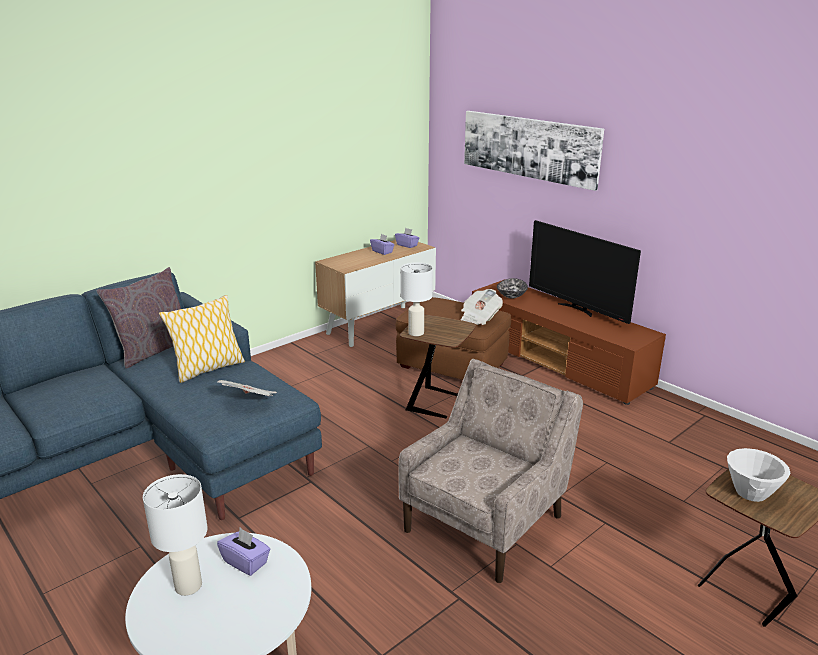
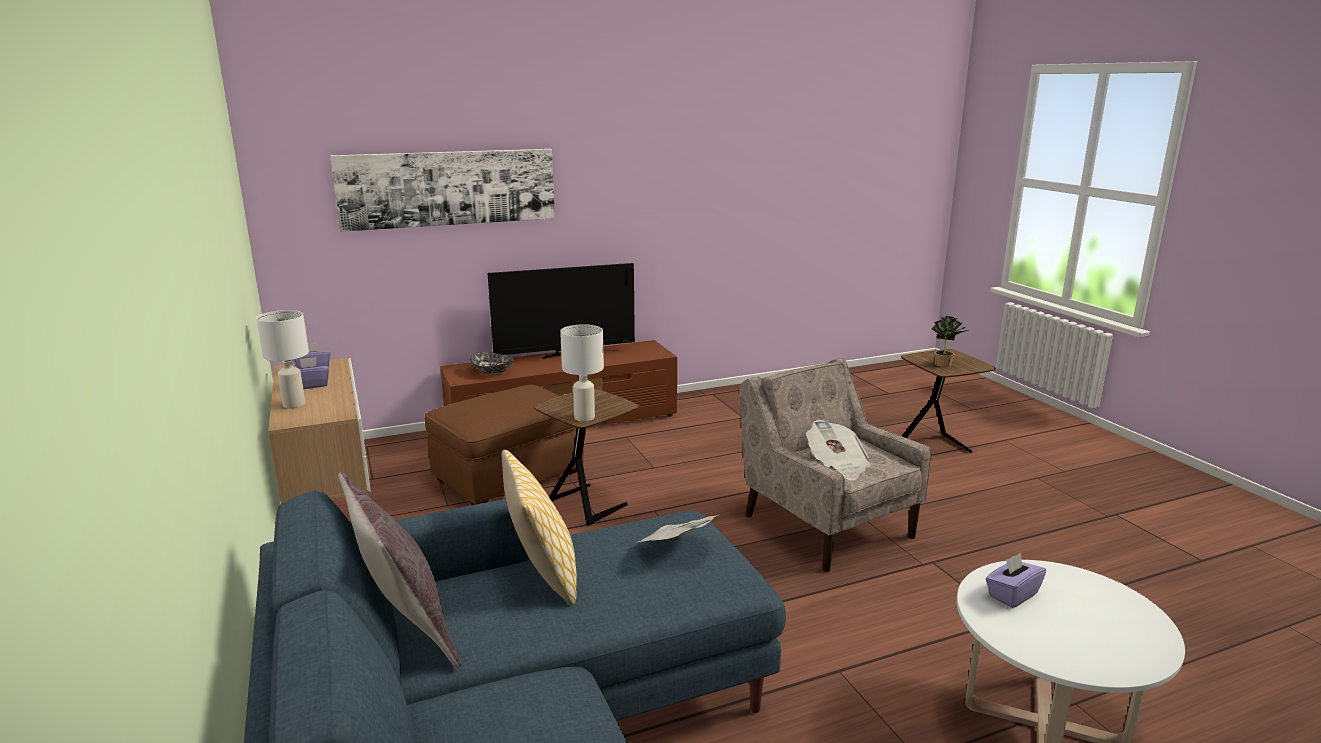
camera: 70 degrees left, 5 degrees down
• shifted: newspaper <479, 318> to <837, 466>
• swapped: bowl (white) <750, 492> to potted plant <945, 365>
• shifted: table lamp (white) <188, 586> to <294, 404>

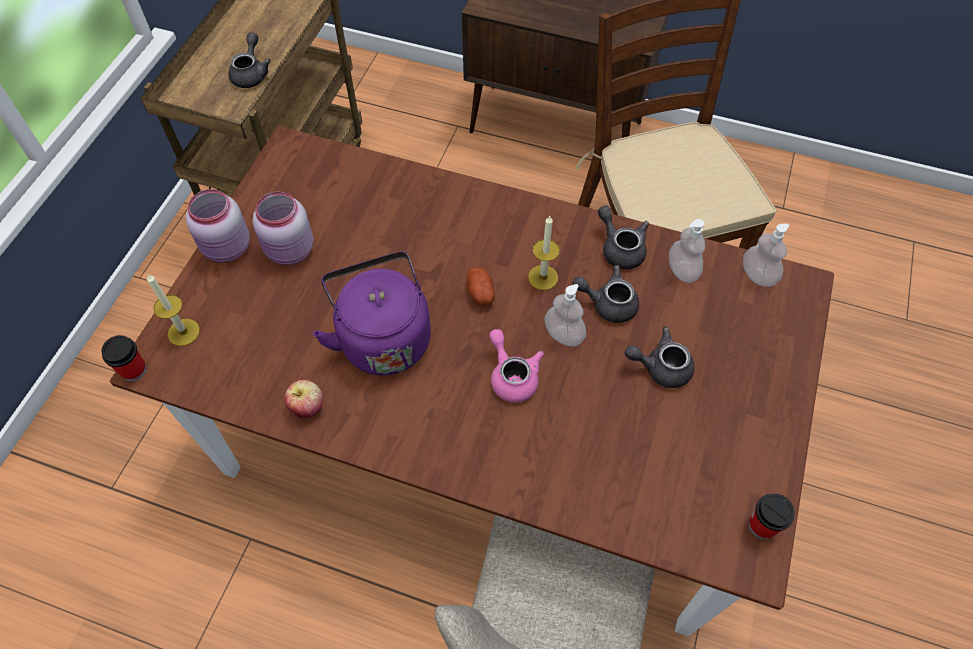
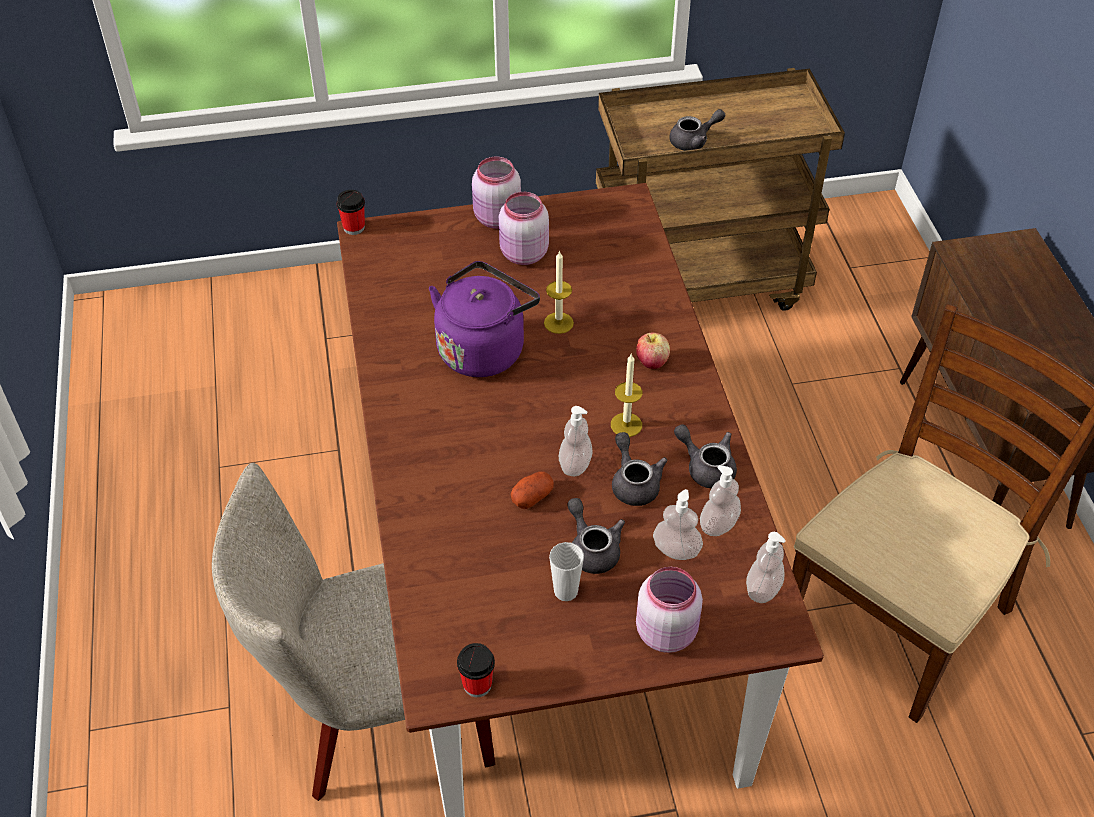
camera: 60 degrees right, 10 degrees down
• rotated: teapot (grey) <620, 248> = <706, 467> 75 degrees counterclockwise
• shifted: potato <480, 292> to <532, 497>
• shifted: candle <183, 332> to <558, 323>
• gone: teapot (pink) <512, 376>
• shifted: apple <307, 407> to <652, 362>
• new: soap dispenser <676, 550>
• new: cup <566, 591>
• new: jar (pink) <666, 631>

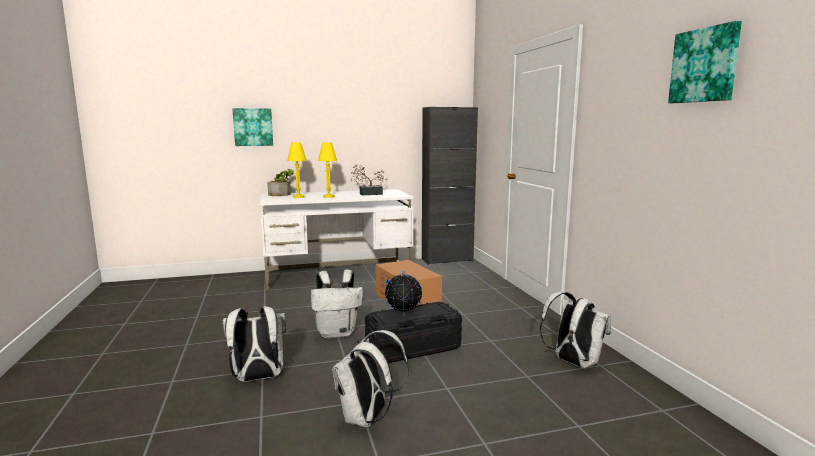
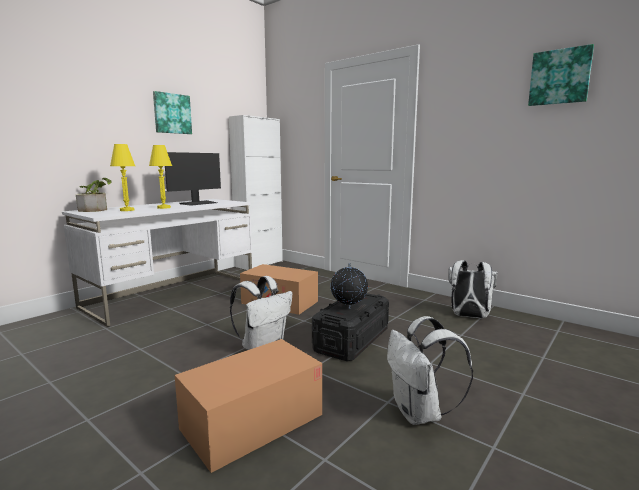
camera: 35 degrees left, 0 degrees up
• repainted: cabinet (black) <447, 260> to cabinet (white) <259, 264>
• shifted: picture <253, 127> to <172, 113>
• swapped: potted plant <368, 194> to monitor <198, 203>
• swapped: backpack (white) <257, 378> to cardboard box <252, 421>

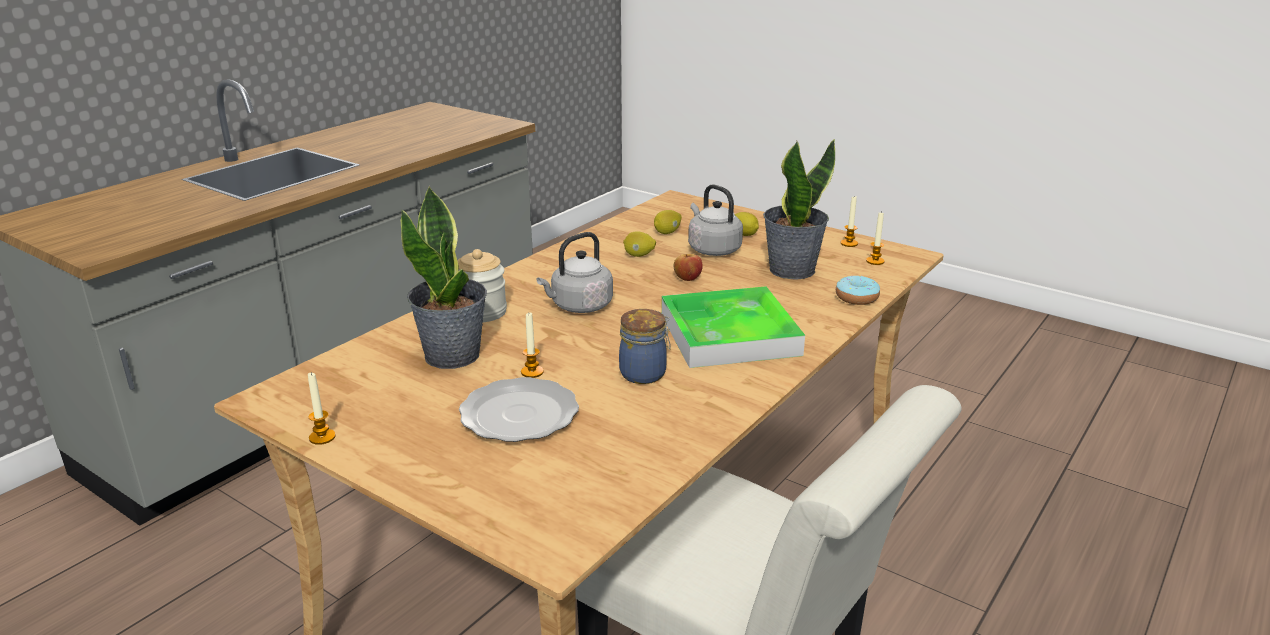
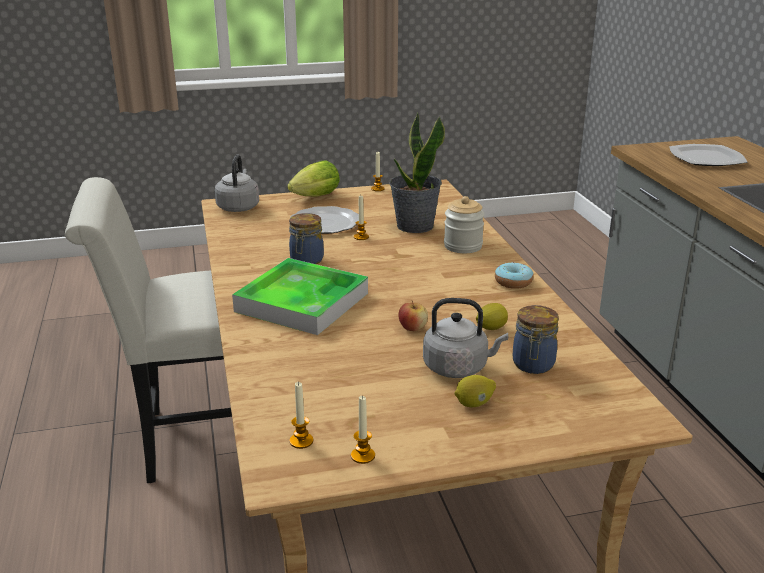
camera: 130 degrees right, 0 degrees up
• gone: potted plant <791, 270>
• swapped: lemon <667, 232> to jar <533, 365>
• shifted: kettle (grey) <579, 306> to <238, 207>
• shifted: donut <856, 298> to <513, 282>
• new: plate <706, 158>
• new: lettuce <313, 197>

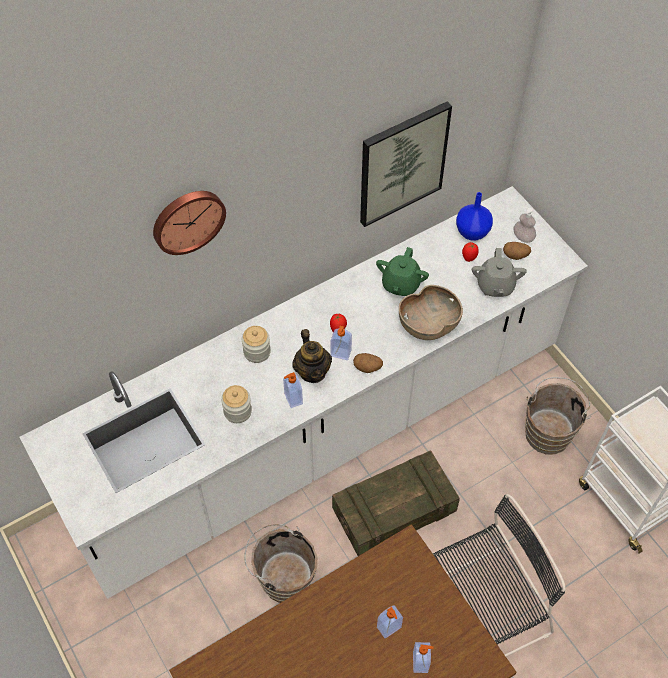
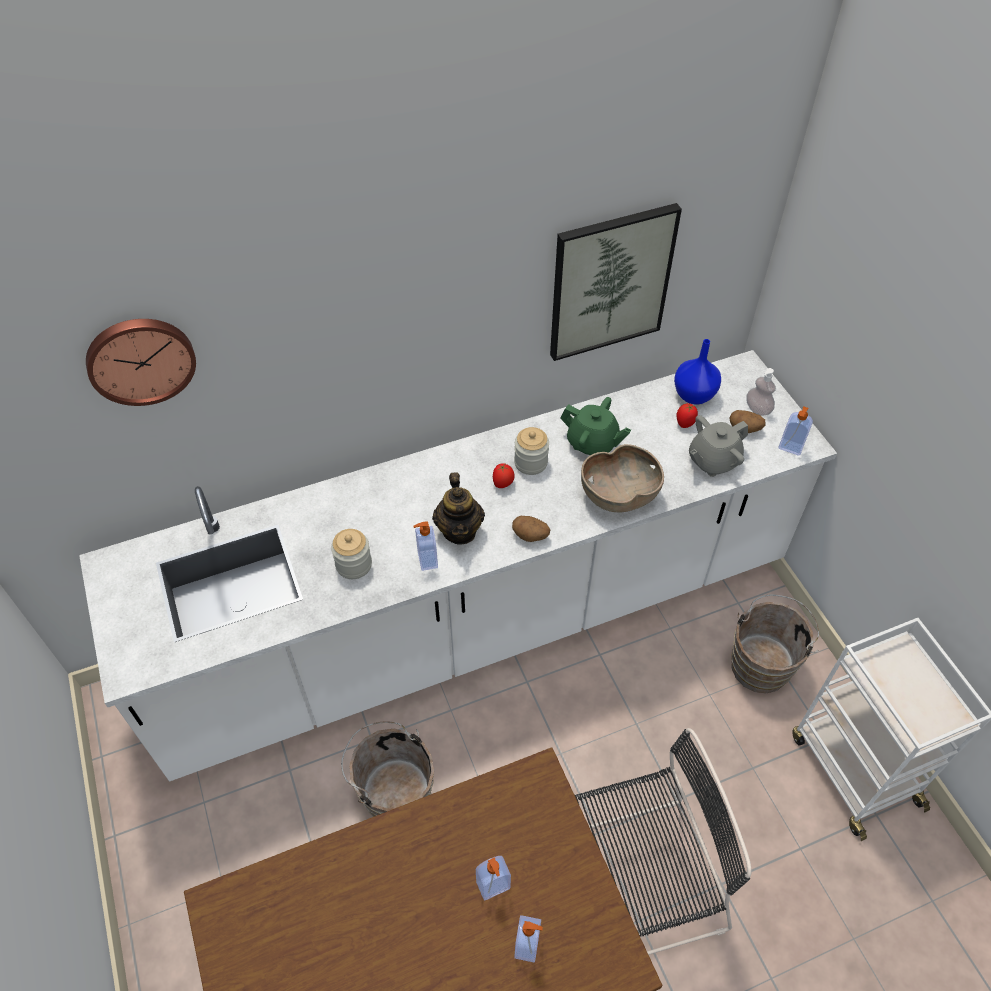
camera: 10 degrees right, 5 degrees down
• shifted: wall clock <187, 220> to <140, 359>
• rotated: teapot (green) <400, 284> = <592, 443> 90 degrees counterclockwise
• rotated: teapot (grey) <495, 286> = <712, 461> 45 degrees clockwise
• shifted: jar <257, 352> to <531, 462>
• shifted: soap dispenser <340, 354> to <790, 447>
• gone: crate <394, 512>

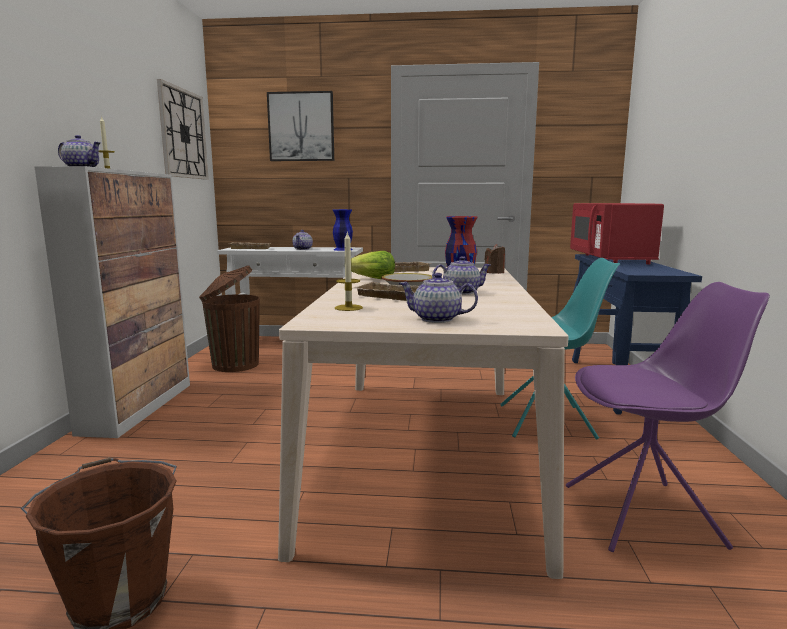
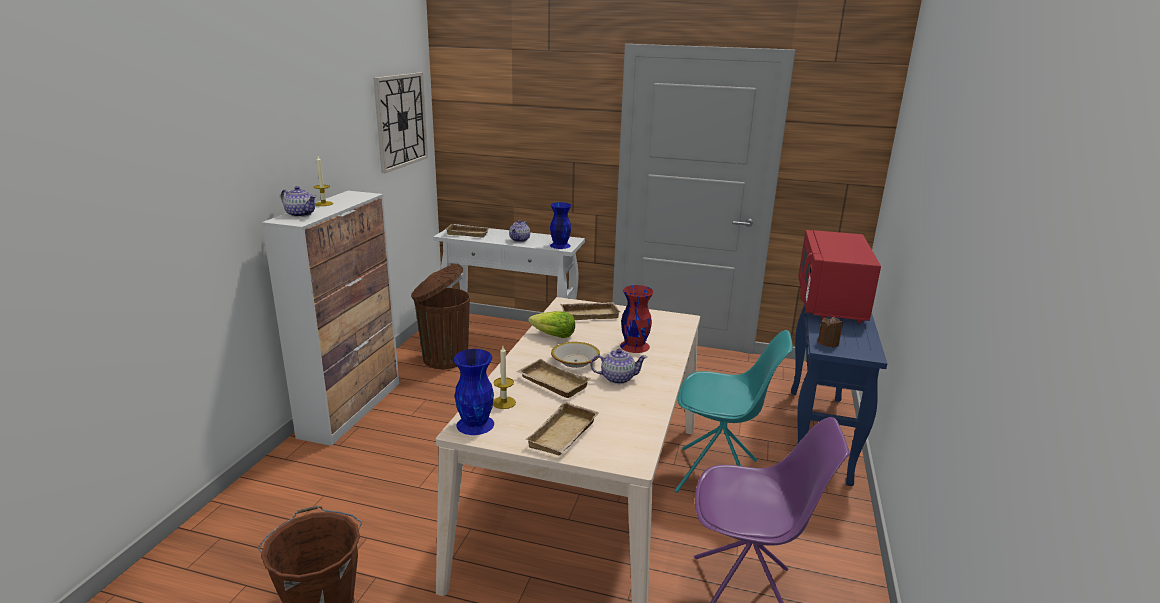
camera: 10 degrees right, 10 degrees up
• gone: picture <301, 127>
• shifted: candle (brown) <494, 272> to <828, 343>
• swapped: teapot <437, 319> to tray (beige) <564, 435>
• new: vase (blue) <476, 424>

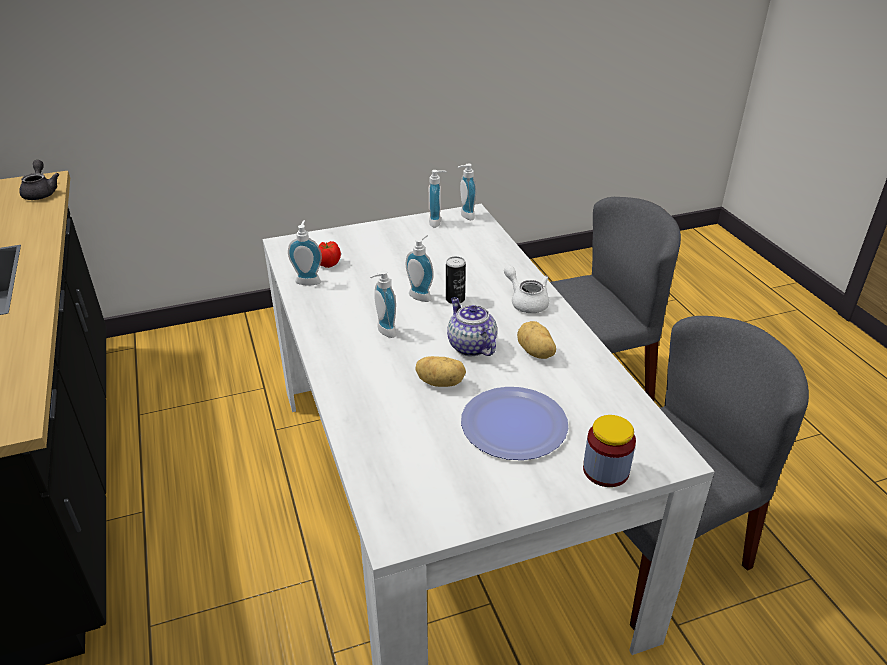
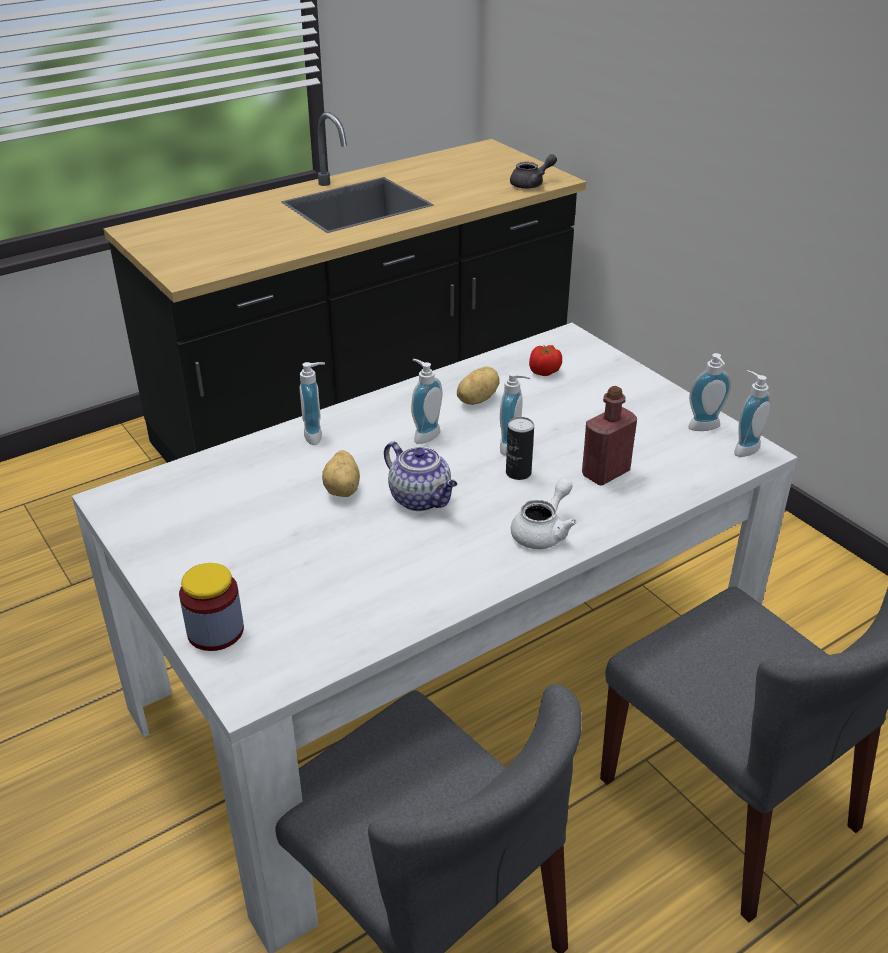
camera: 75 degrees right, 0 degrees up
• shifted: soap dispenser <308, 280> to <317, 435>
• rotated: teapot <470, 346> = <421, 499> 90 degrees clockwise
• shifted: potato <535, 353> to <476, 399>
• gone: plate <513, 424>
• new: bottle (red) <605, 473>

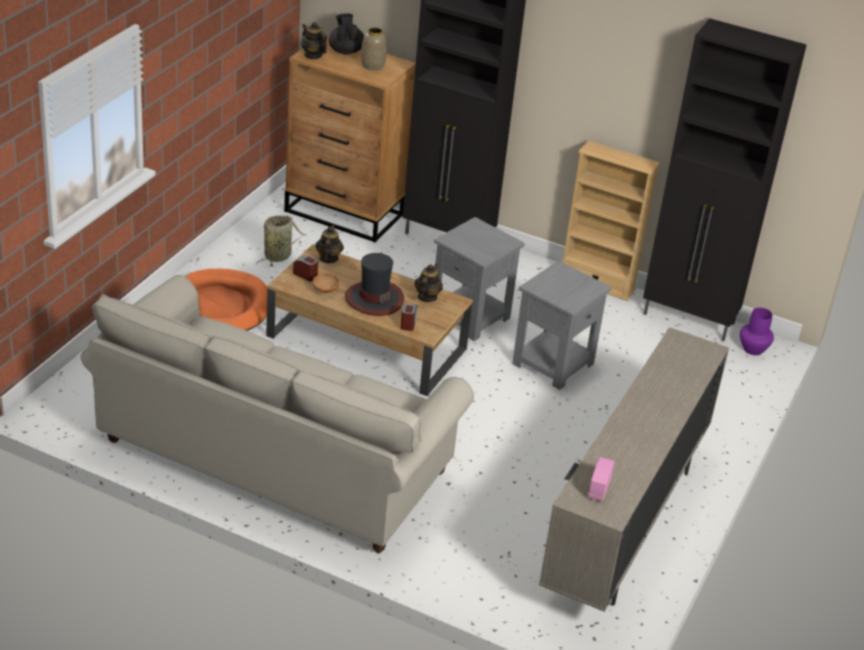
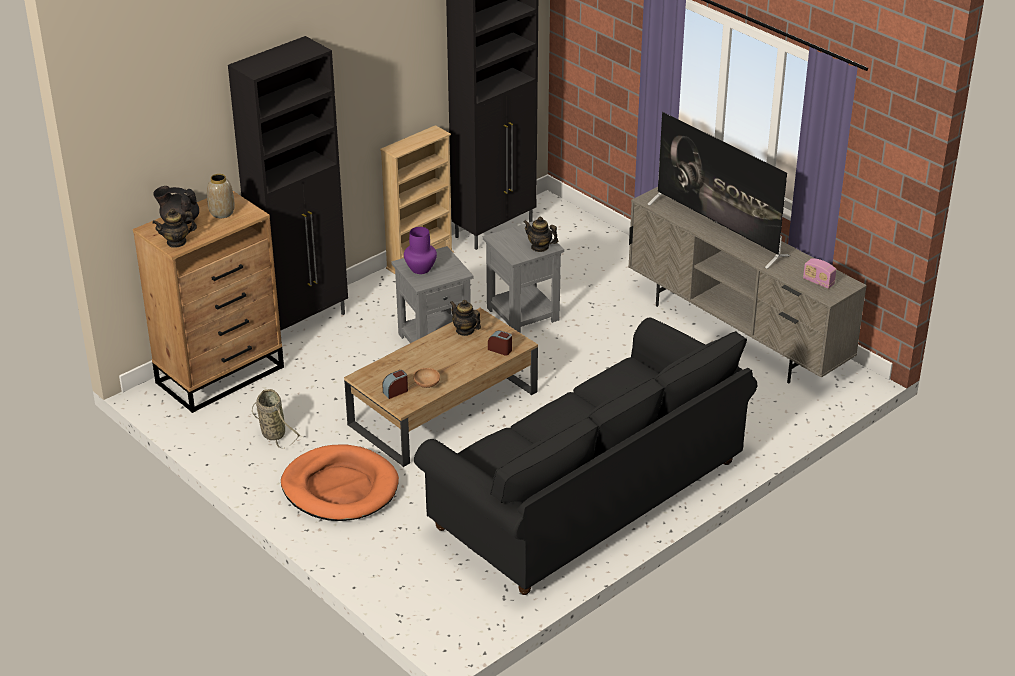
camera: 65 degrees left, 0 degrees up
• shifted: teapot <328, 258> to <540, 247>
• gone: hat <374, 299>
• repainted: sofa (beige) <275, 457> to sofa (black) <586, 496>
• shifted: vase (purple) <753, 349> to <421, 269>
• new: television <717, 229>

